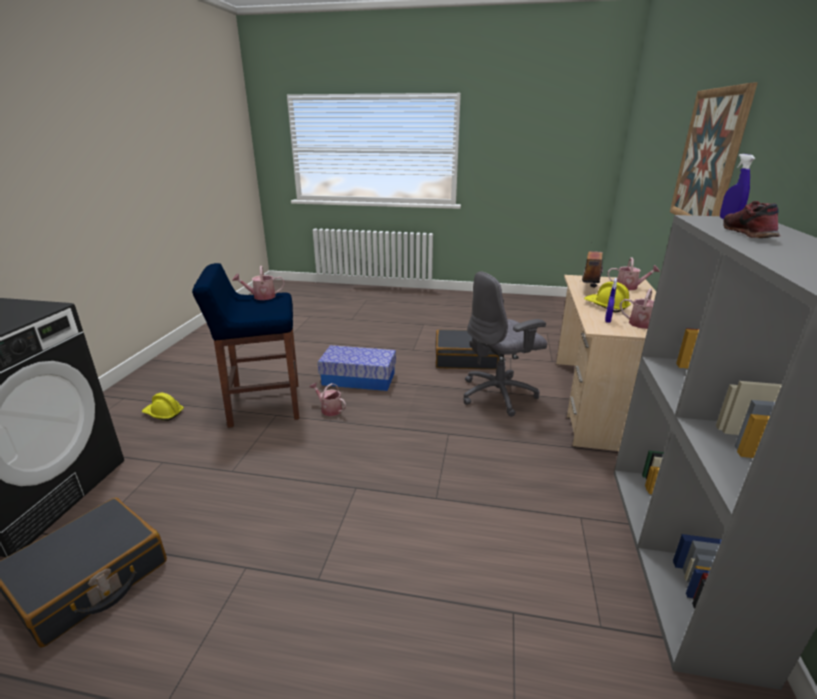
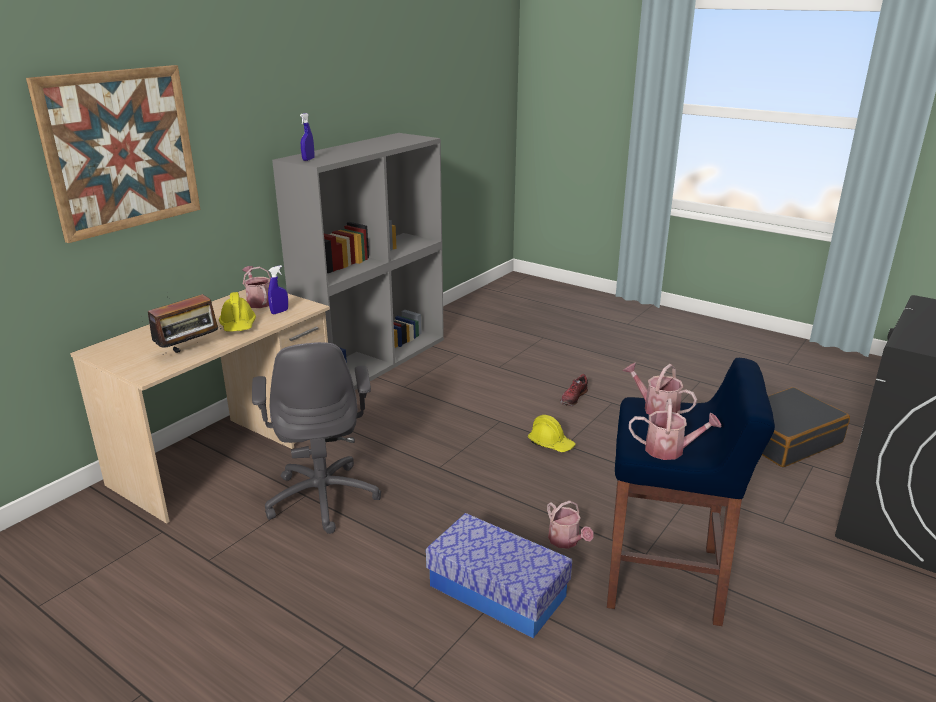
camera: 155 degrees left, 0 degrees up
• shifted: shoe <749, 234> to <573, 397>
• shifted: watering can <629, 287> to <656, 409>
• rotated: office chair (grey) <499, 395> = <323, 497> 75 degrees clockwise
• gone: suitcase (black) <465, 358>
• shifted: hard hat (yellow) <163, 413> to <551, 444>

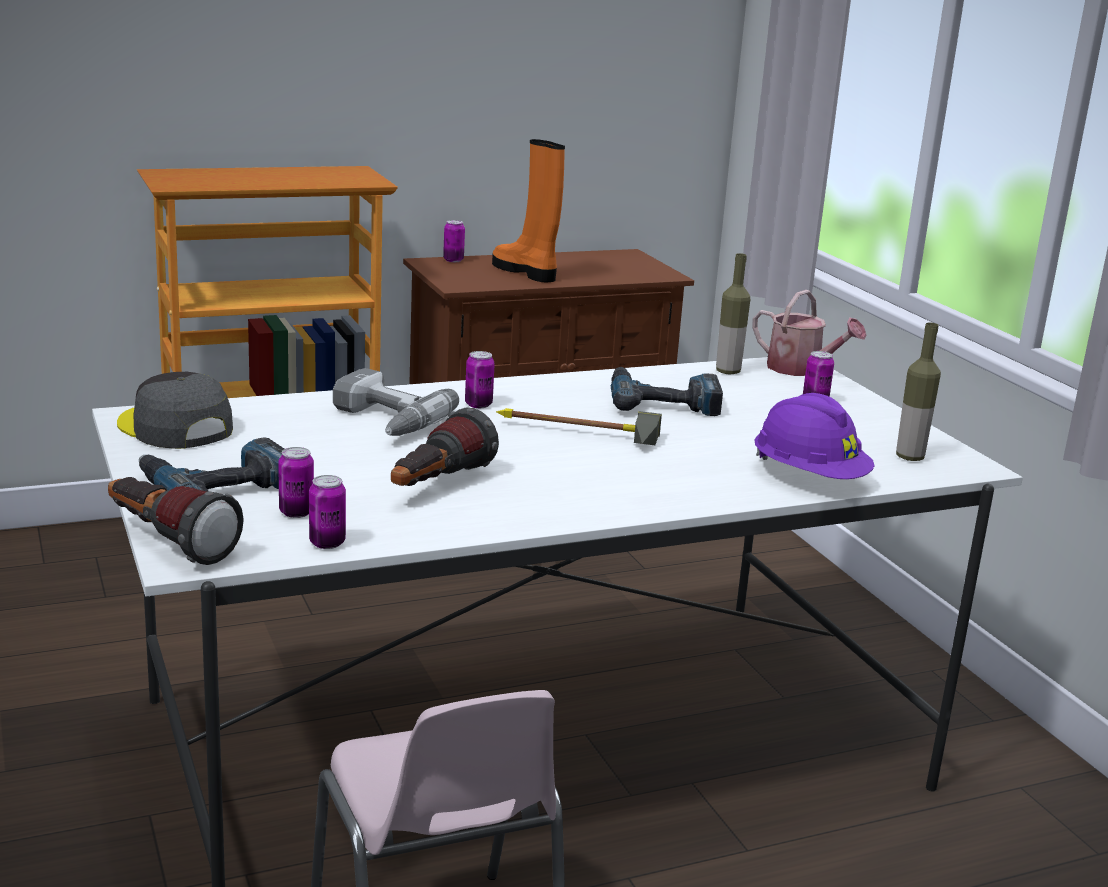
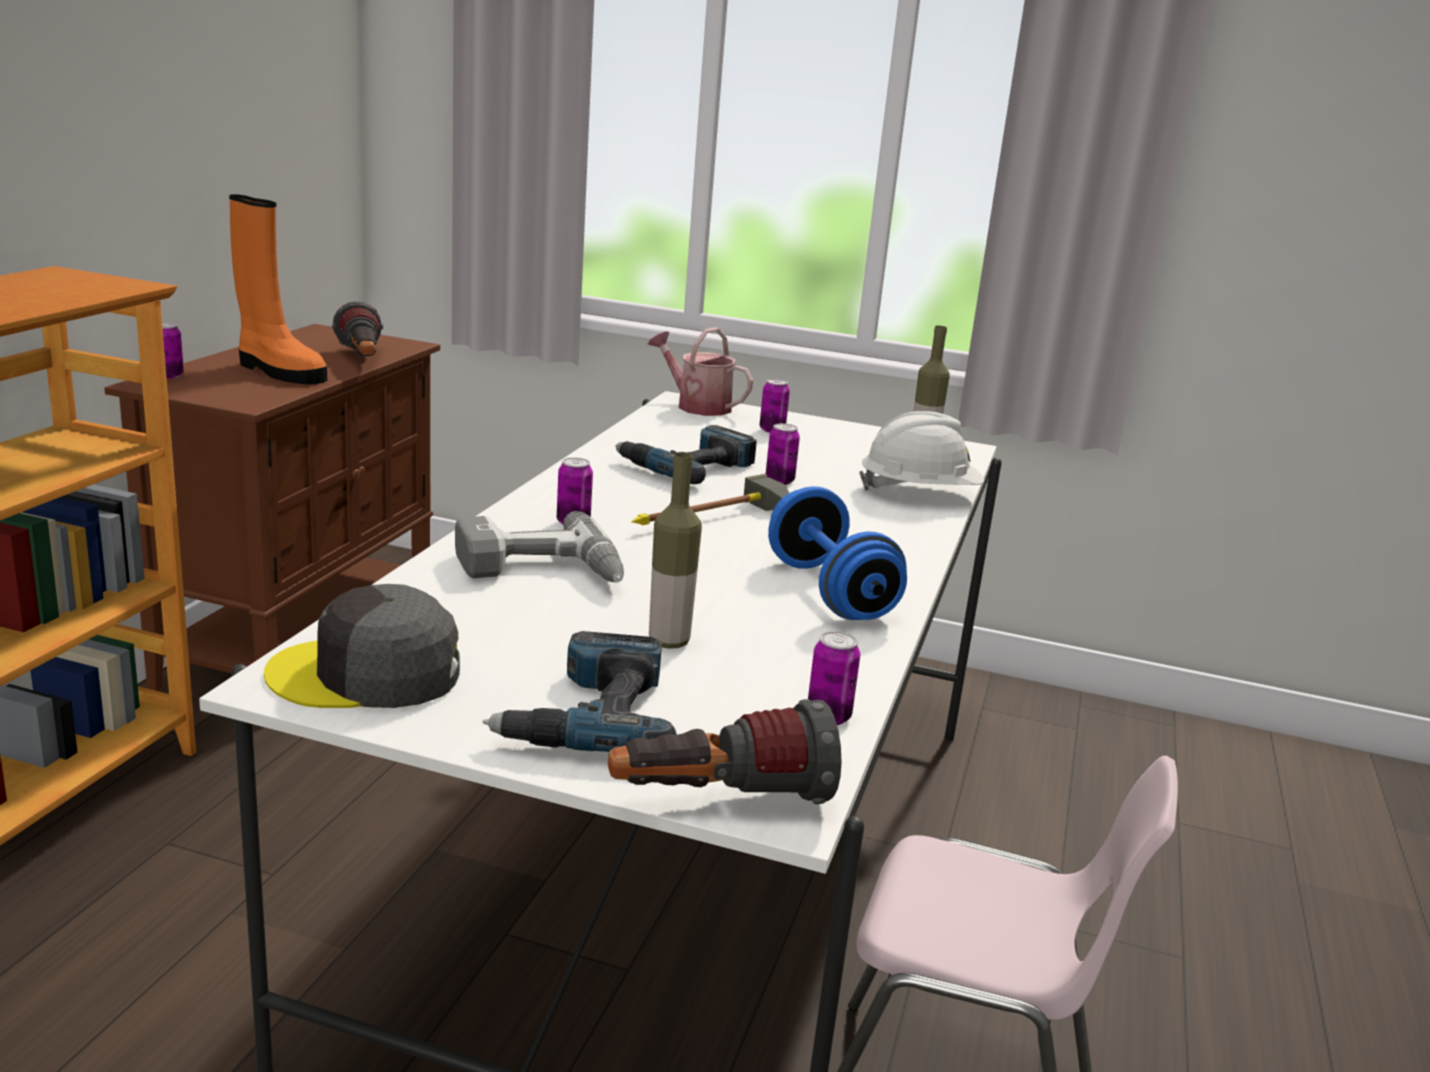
camera: 50 degrees left, 0 degrees up
• rotated: boot (orange) <526, 272> = <279, 371> 150 degrees counterclockwise
• shifted: bottle <728, 371> to <669, 642>
• rotated: watering can <801, 369> = <697, 405> 135 degrees counterclockwise
• repainted: hard hat (purple) <809, 477> to hard hat (white) <919, 493>
• shifted: flashlight <437, 486> to <362, 361>
• shifted: can <296, 512> to <779, 481>
• new: dumbbell (blue) <829, 591>

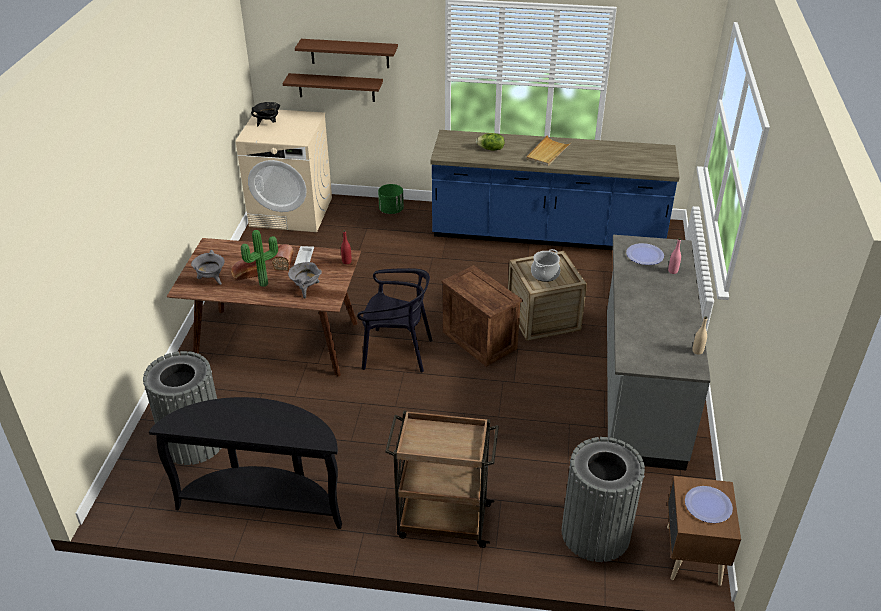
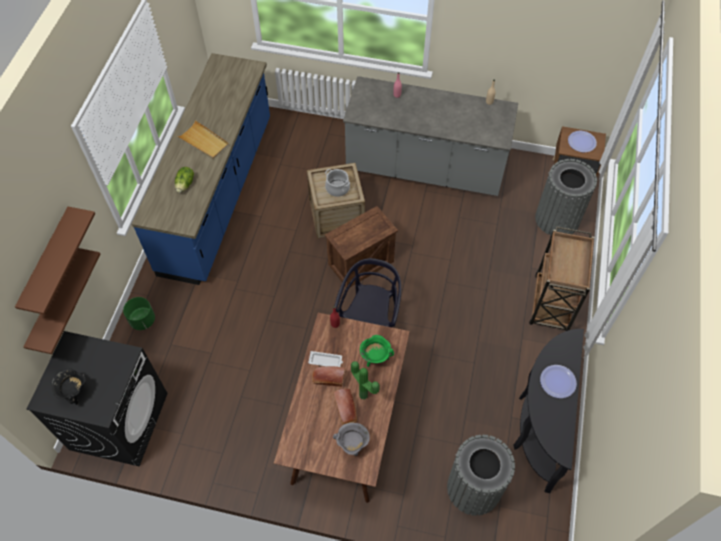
camera: 85 degrees left, 20 degrees up
• repainted: washing machine (beige) <292, 212> to washing machine (black) <119, 420>
• shifted: plate <645, 255> to <558, 381>
• repainted: cooking pot (grey) <306, 289> to cooking pot (green) <375, 358>

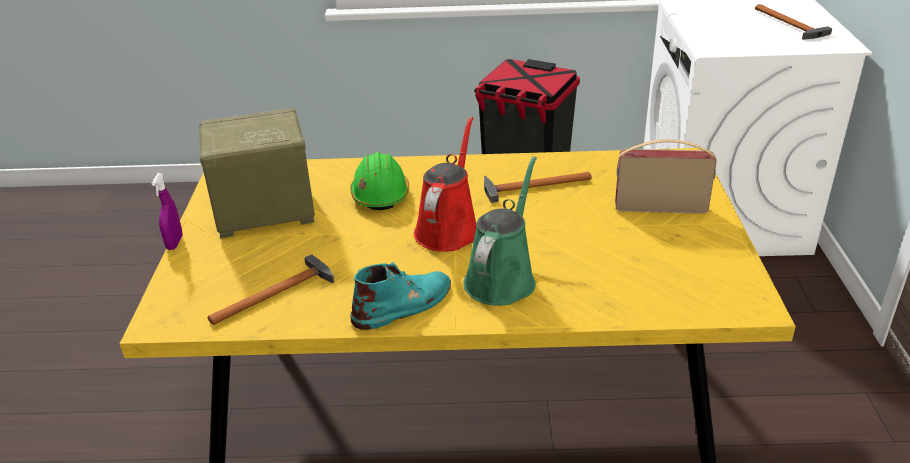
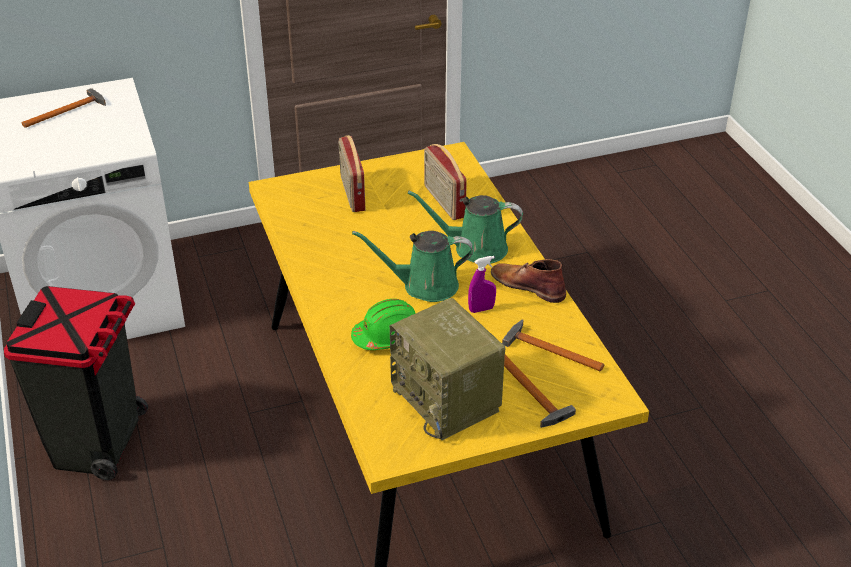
camera: 110 degrees left, 5 degrees up
• repainted: watering can (red) <448, 228> to watering can (green) <424, 286>
• shifted: hammer <531, 186> to <532, 393>
• shifted: spray bottle (purple) <175, 243> to <481, 309>
• repainted: boot (turquoise) <404, 304> to boot (brown) <527, 285>
• new: radio <443, 202>

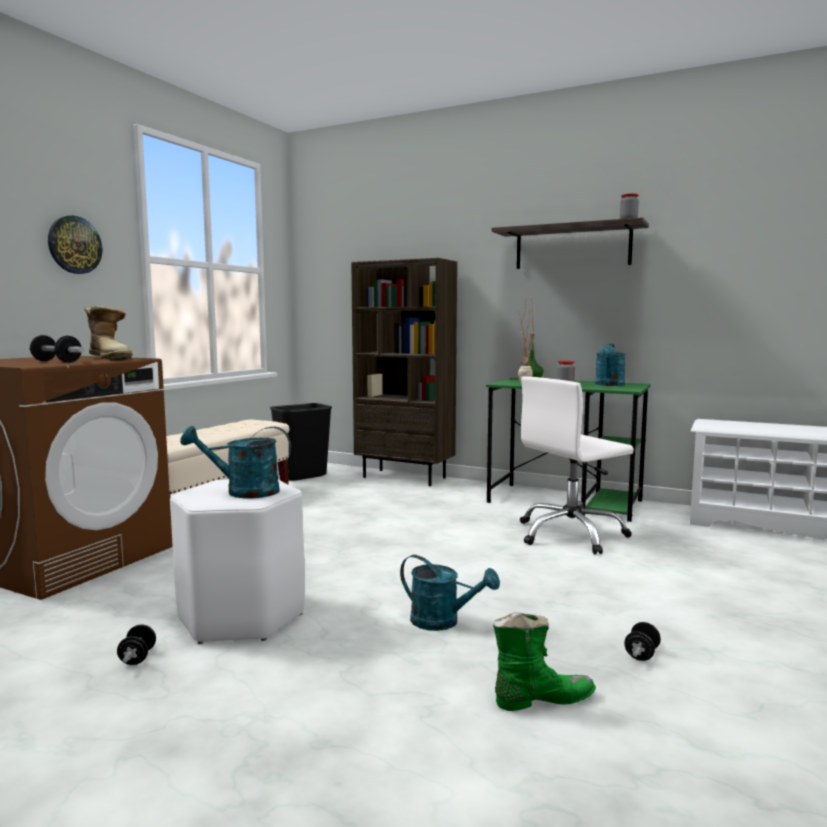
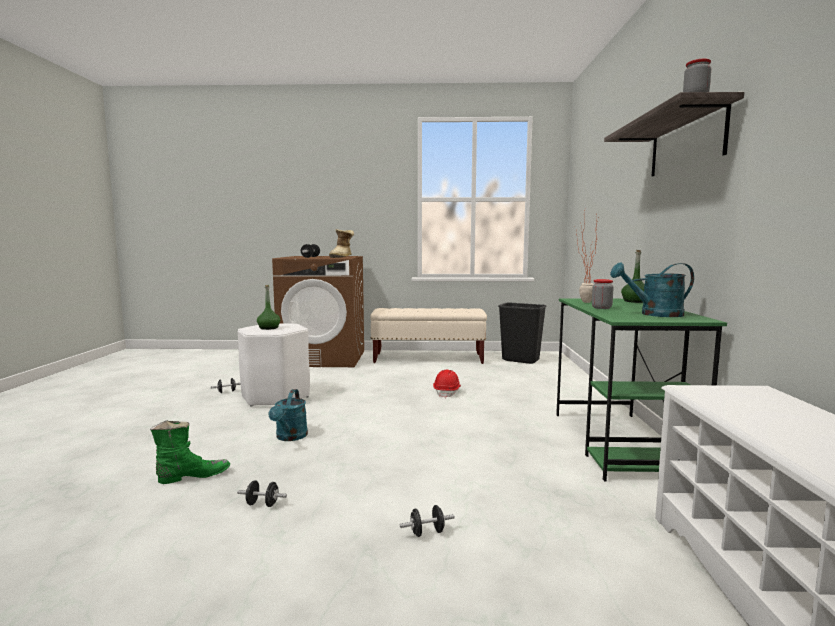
camera: 65 degrees right, 0 degrees up
• gone: wall clock <74, 245>
• gone: bookcase (brown) <405, 477>
• gone: office chair (white) <571, 534>
• swapped: watering can (turquoise) <243, 492> to bottle (green) <268, 328>
• rotated: boot (green) <541, 699> = <192, 476> 75 degrees counterclockwise
• new: hard hat (red) <447, 392>
• new: dumbbell (black) <427, 532>

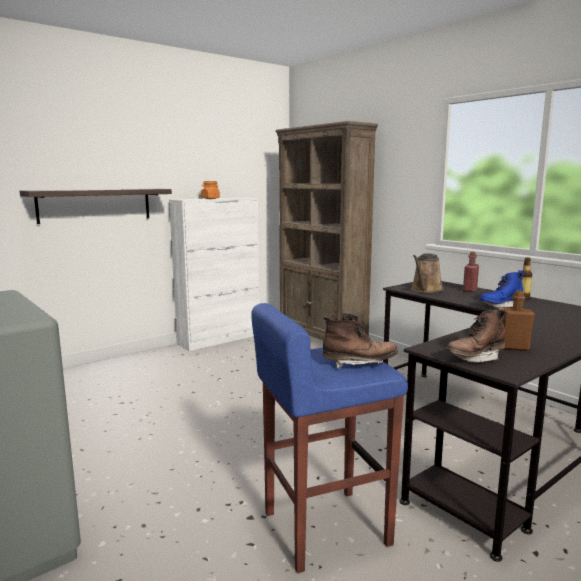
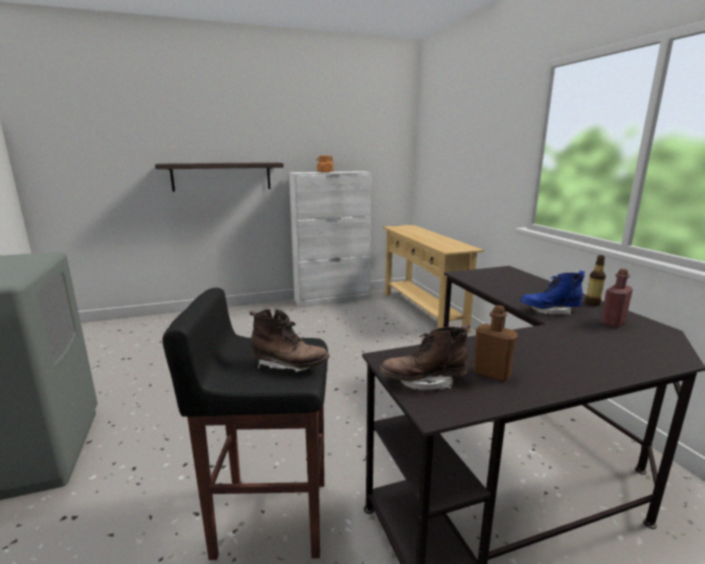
camera: 20 degrees right, 5 degrees up
• swapped: bookcase (brown) <322, 339> to console table (beige) <422, 311>
• shifted: bottle (red) <470, 290> to <612, 323>
• gone: watering can (brown) <425, 290>
• repainted: stool (blue) <323, 528> to stool (black) <270, 516>

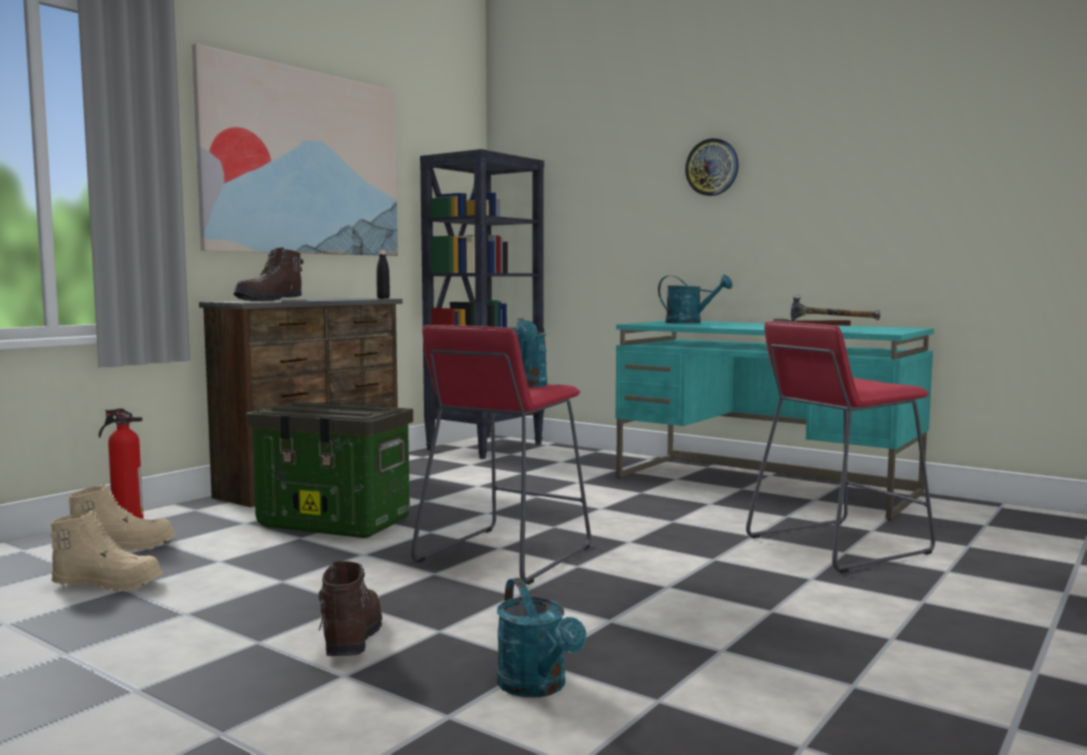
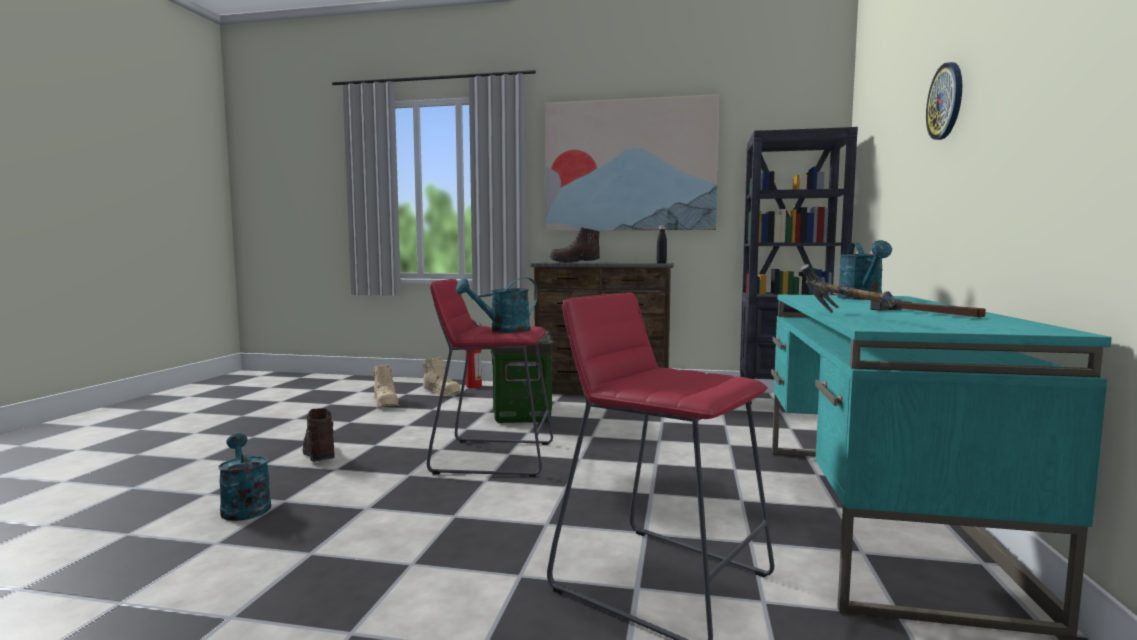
camera: 65 degrees right, 0 degrees up
• rotated: boot (brown) <351, 639> = <319, 455> 90 degrees counterclockwise
• rotated: watering can (turquoise) <537, 687> = <244, 506> 105 degrees clockwise

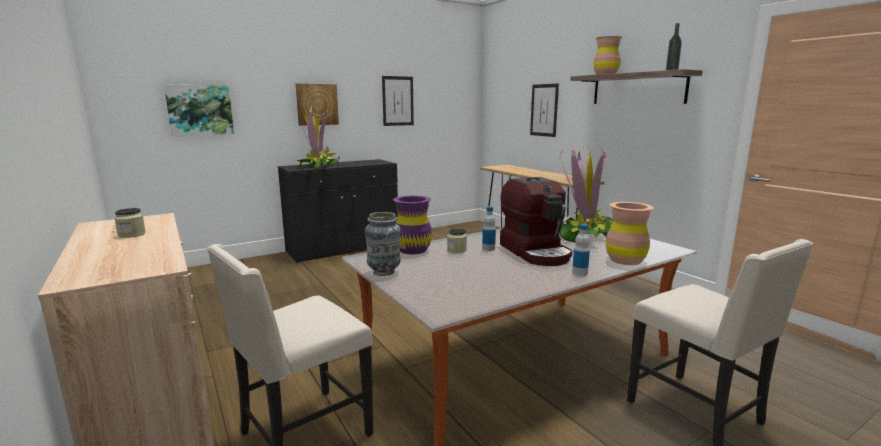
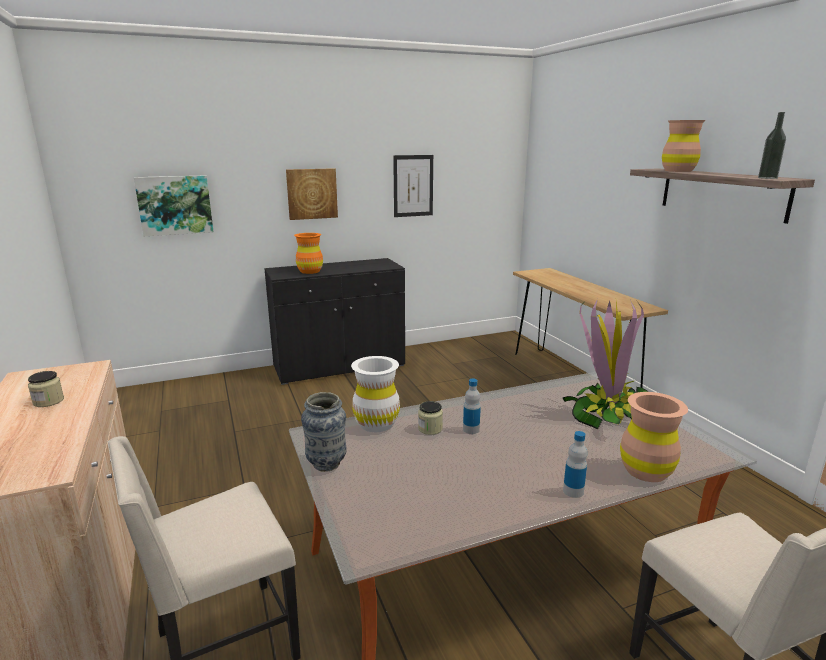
camera: 10 degrees right, 5 degrees up
• gone: picture <544, 110>
• swapped: potted plant <319, 166> to vase (orange) <310, 271>
• gone: coffee machine <536, 252>
• repainted: vase (purple) <412, 250> to vase (white) <376, 424>

